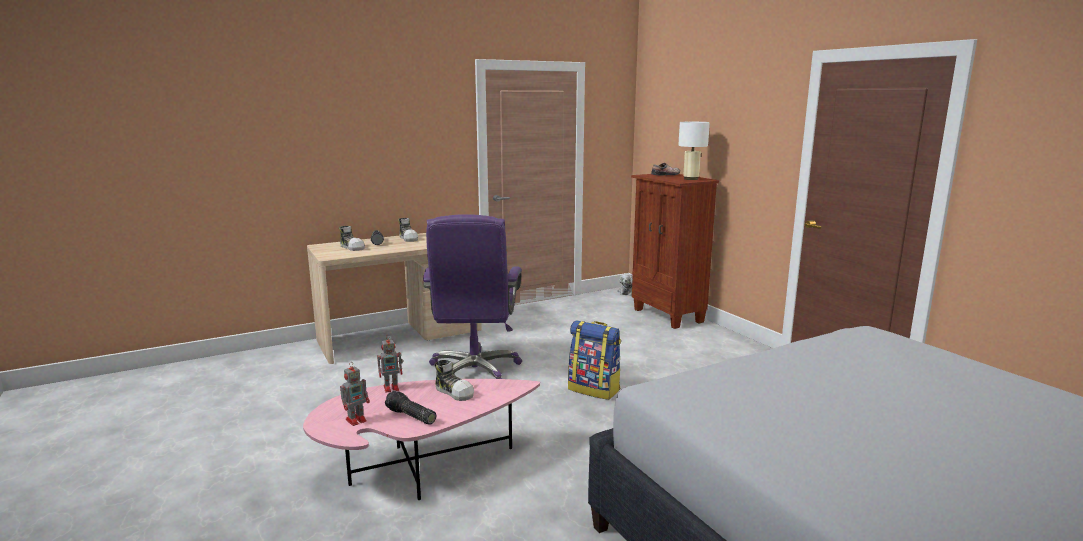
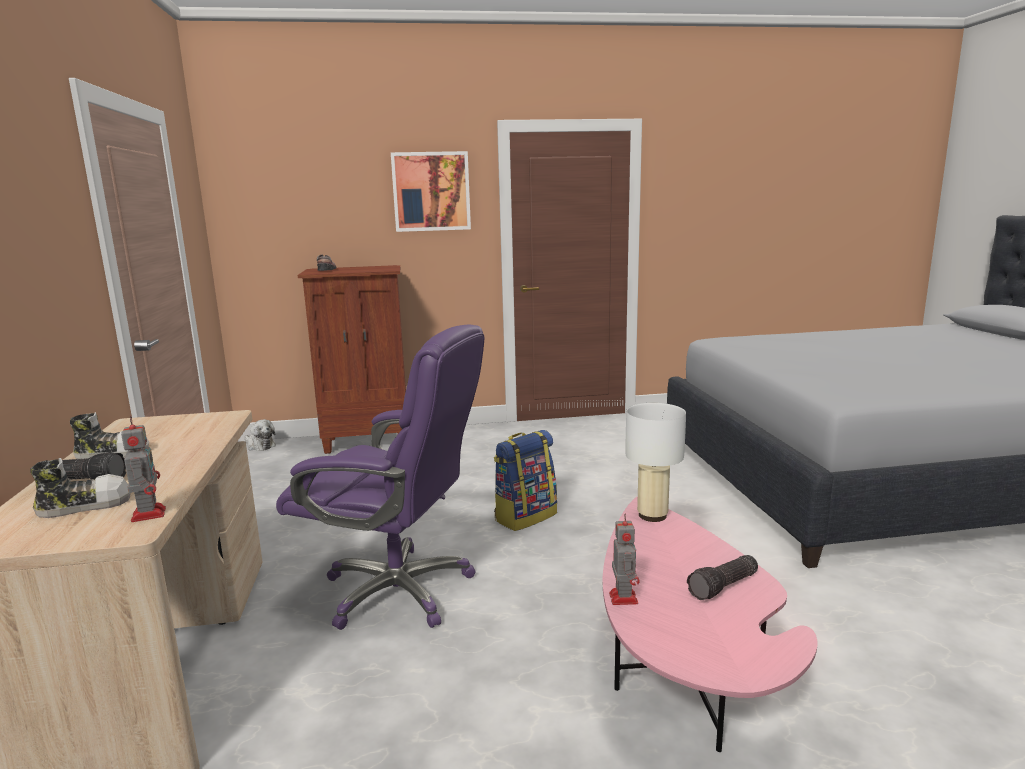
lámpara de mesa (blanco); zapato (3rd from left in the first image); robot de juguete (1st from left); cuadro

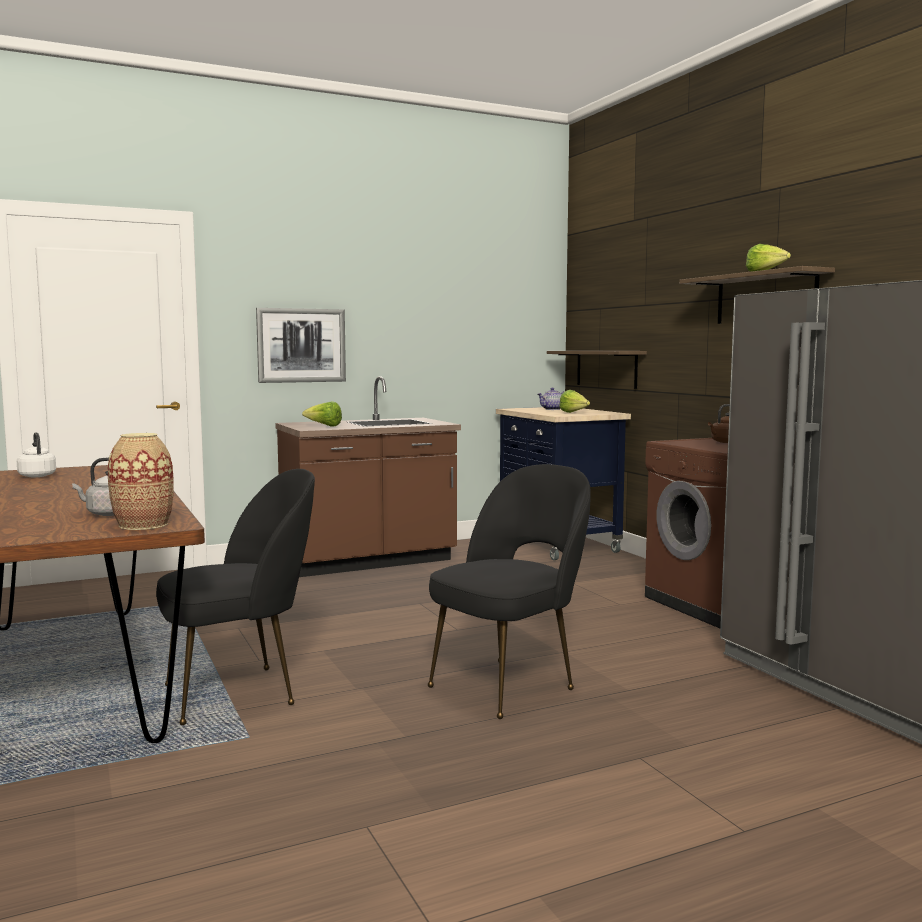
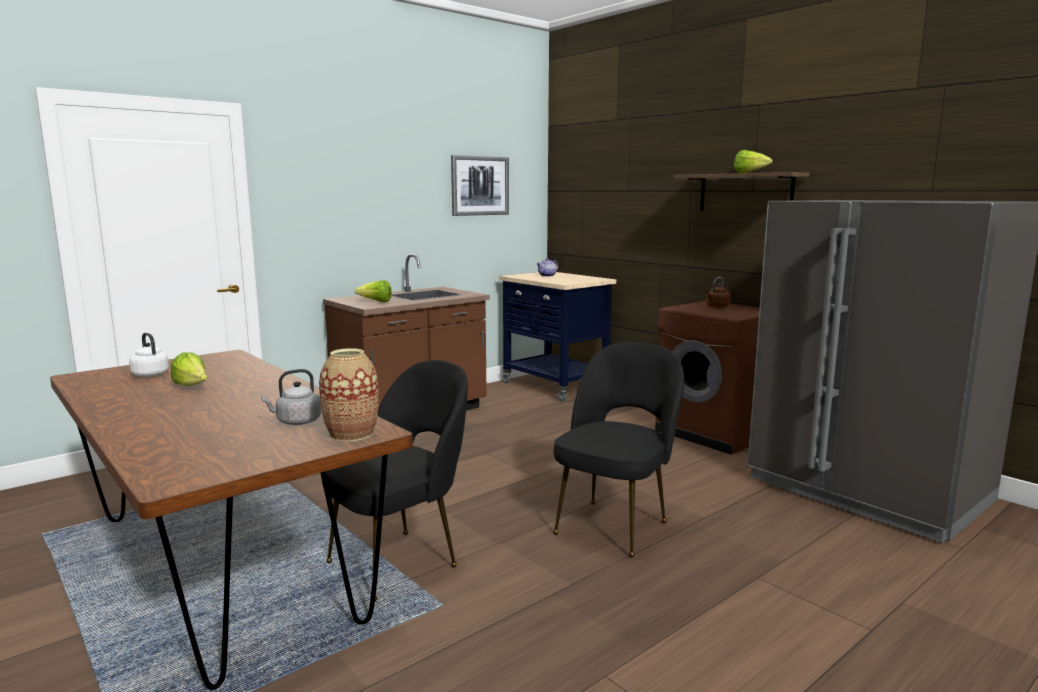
cuadro; estante (1st from left in the first image); lechuga (1st from left)

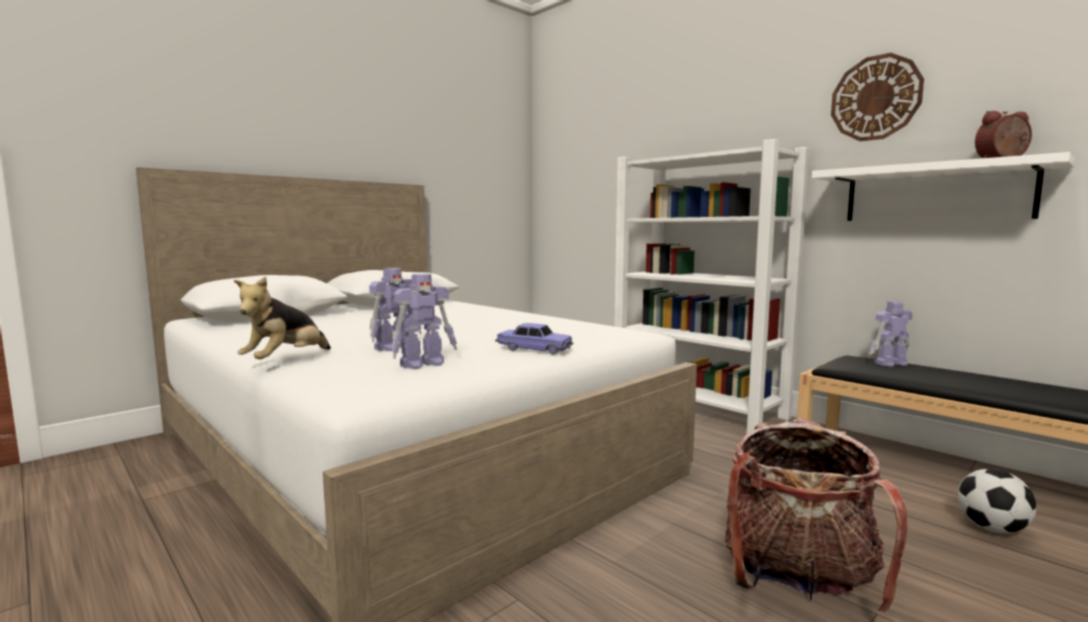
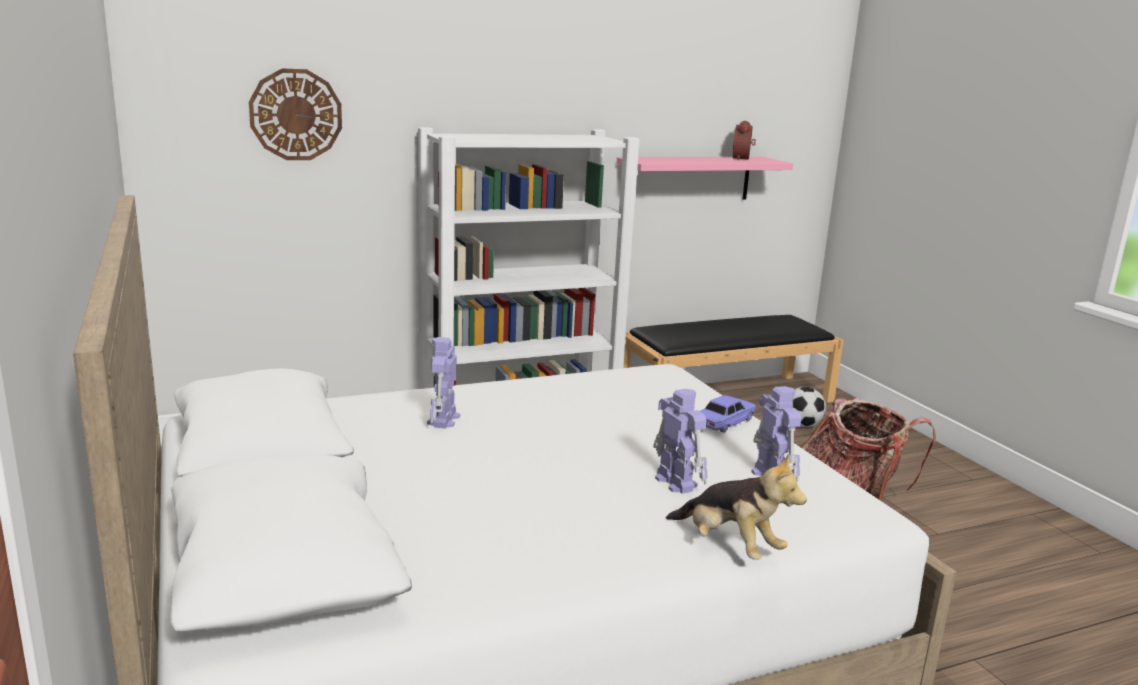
reloj de pared; estante (rosa); robot de juguete (1st from left)

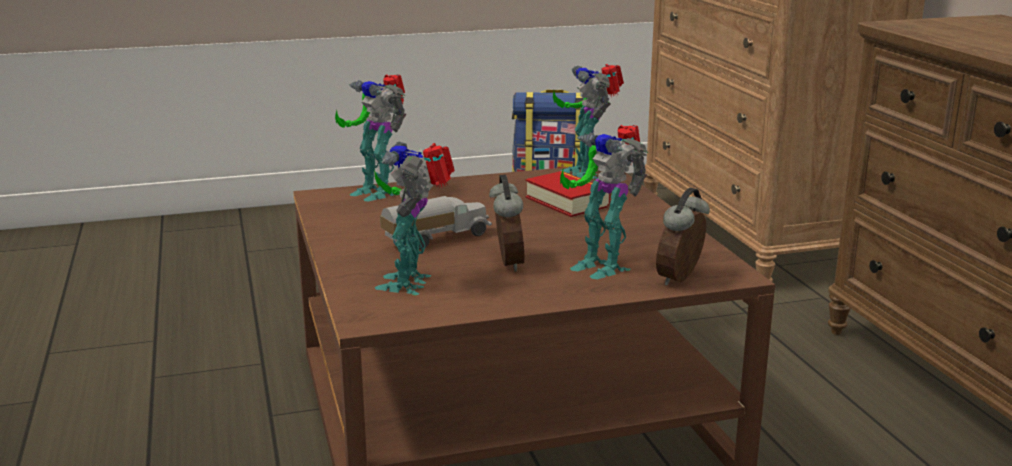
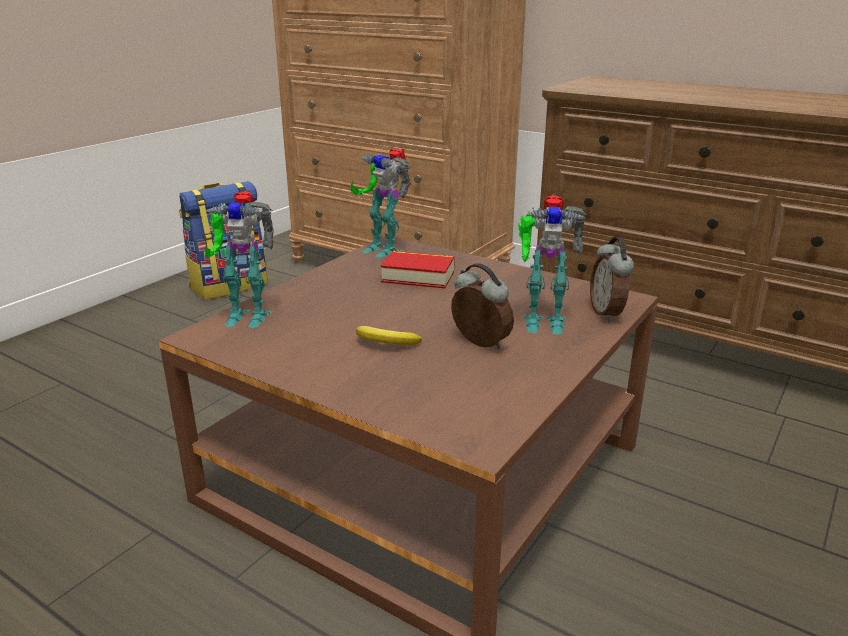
robot de juguete (2nd from left in the first image); plátano

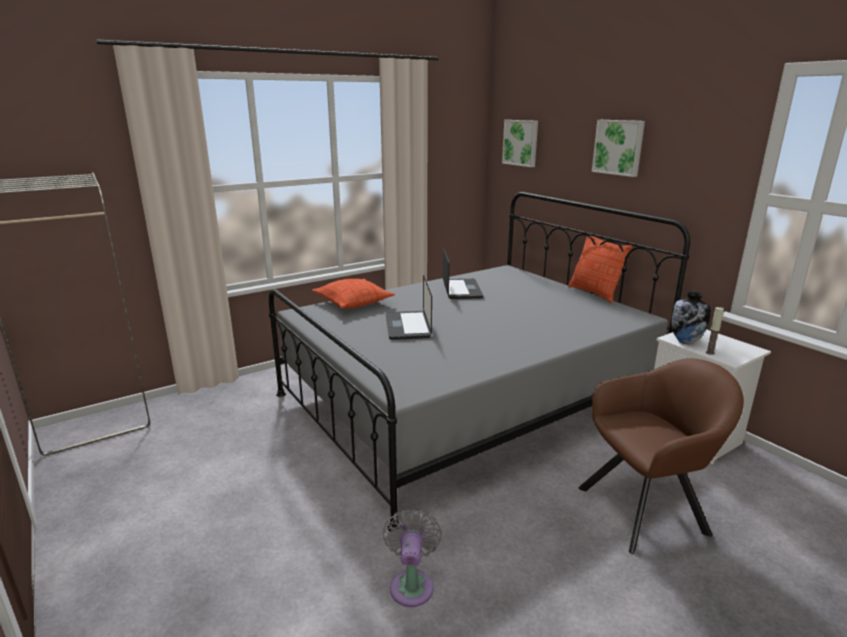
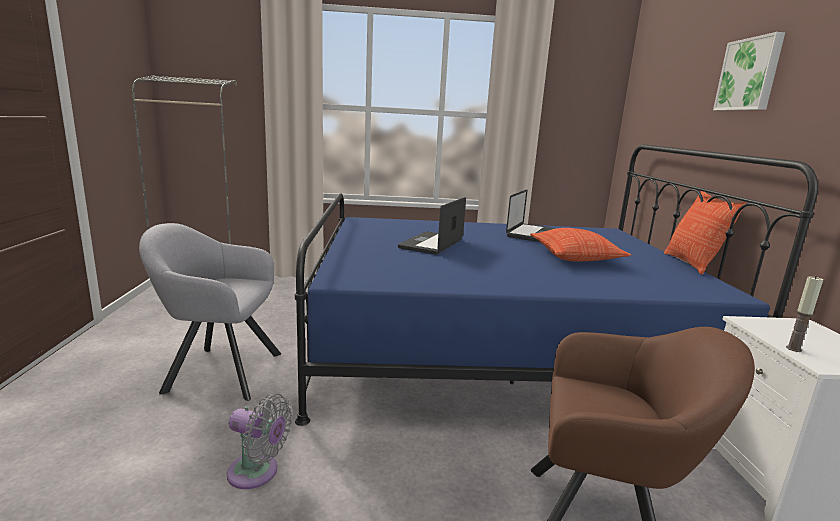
cuadro (1st from left in the first image); cama (azul); cojín (naranja) (1st from left); florero; ventilador (gris); sillón (gris)

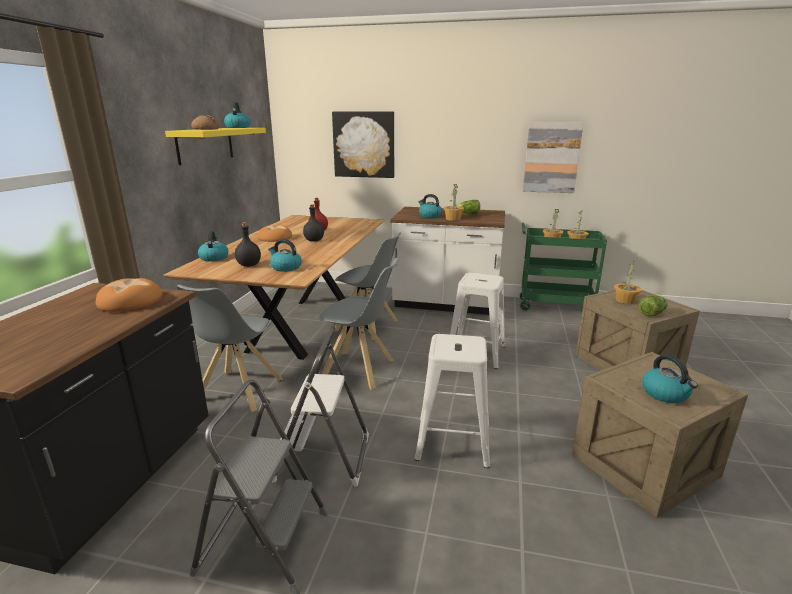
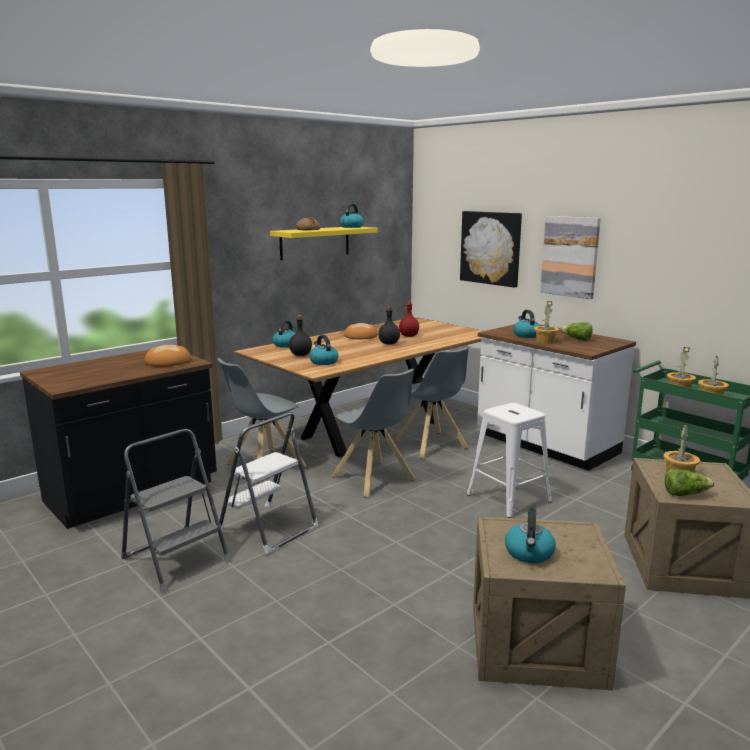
cuadro (2nd from left); taburete (blanco) (1st from left in the first image)

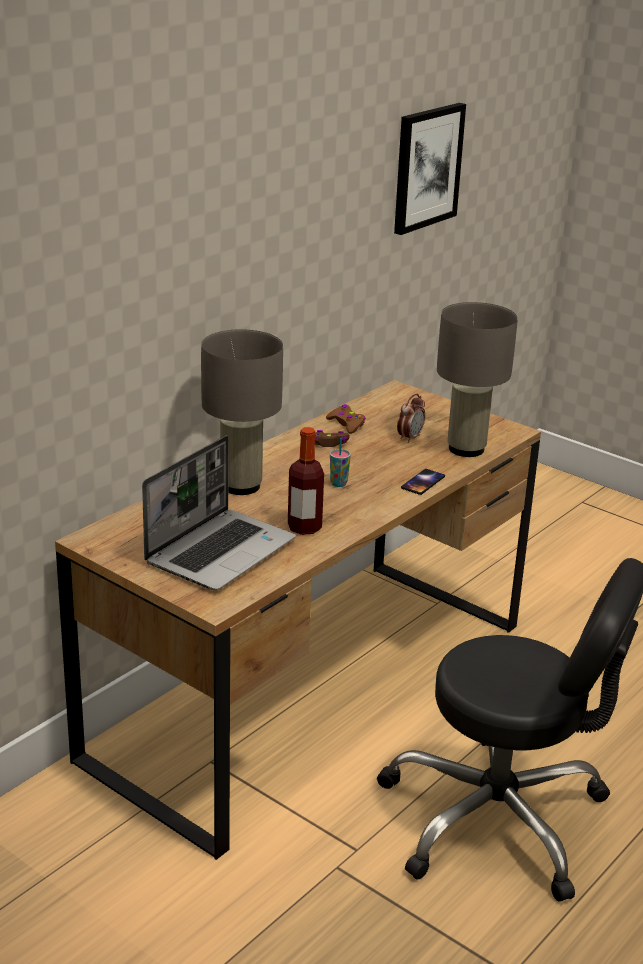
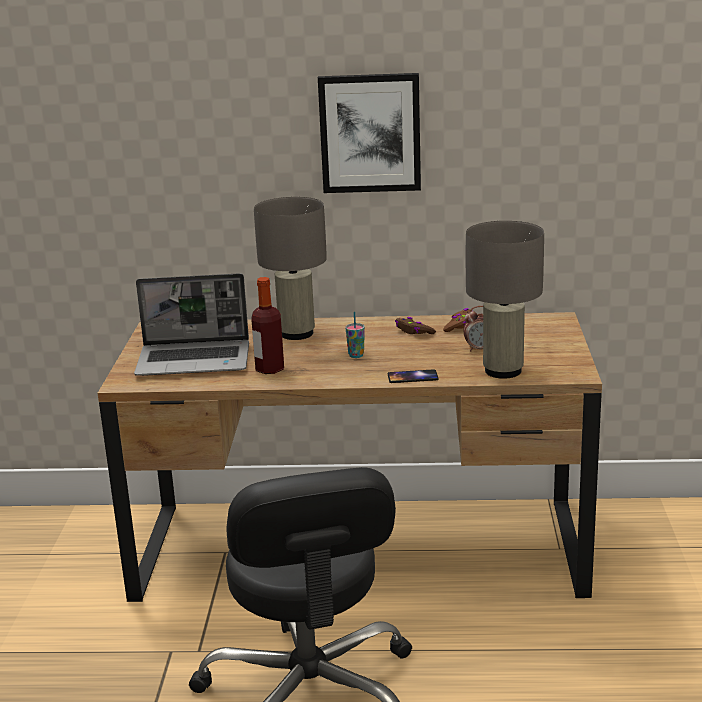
cuadro

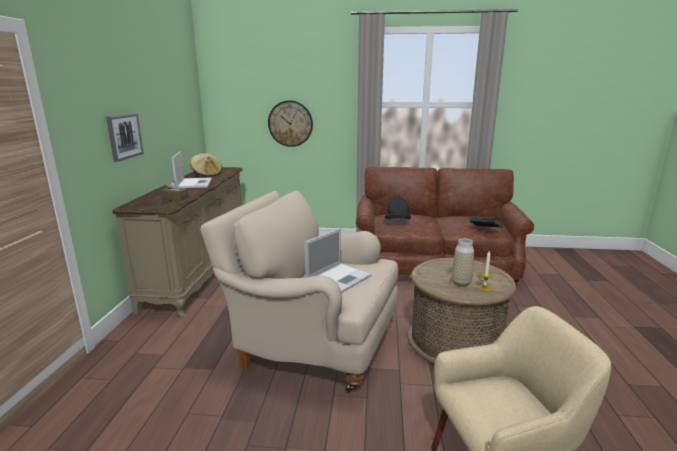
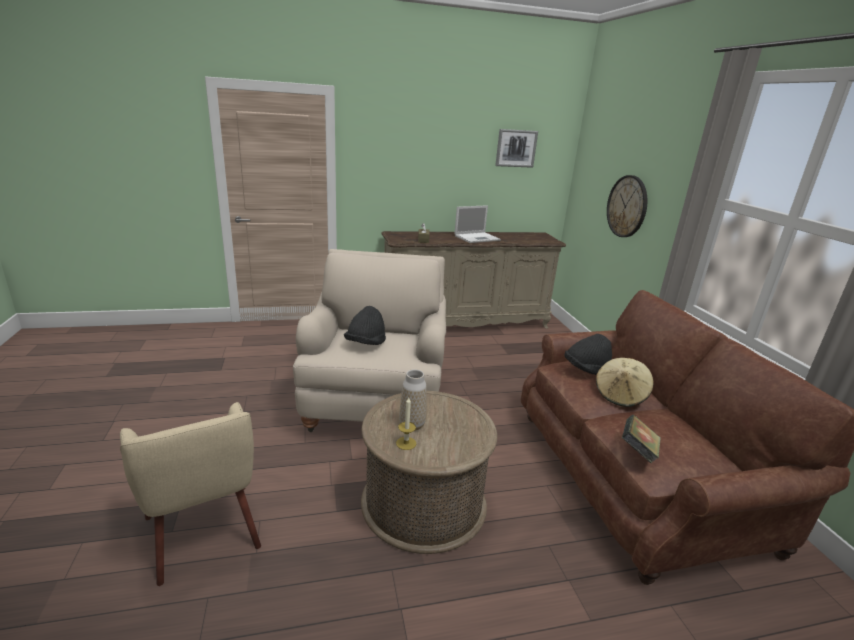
cuadro; sombrero (beis); sombrero (negro) (1st from left)

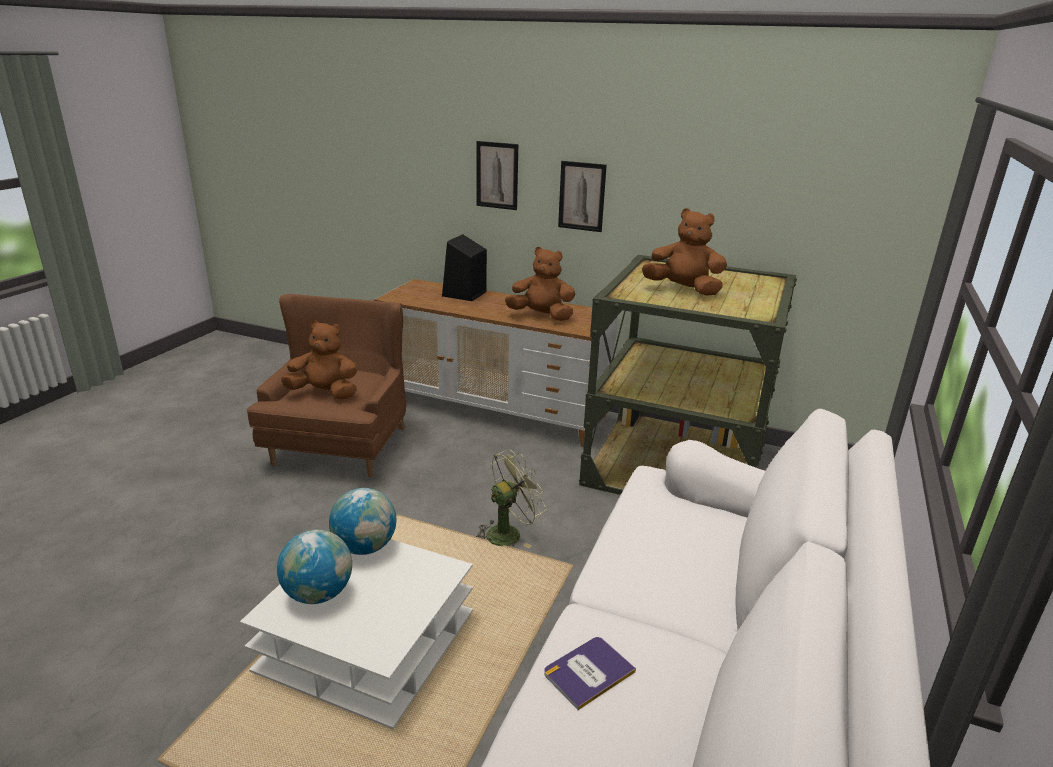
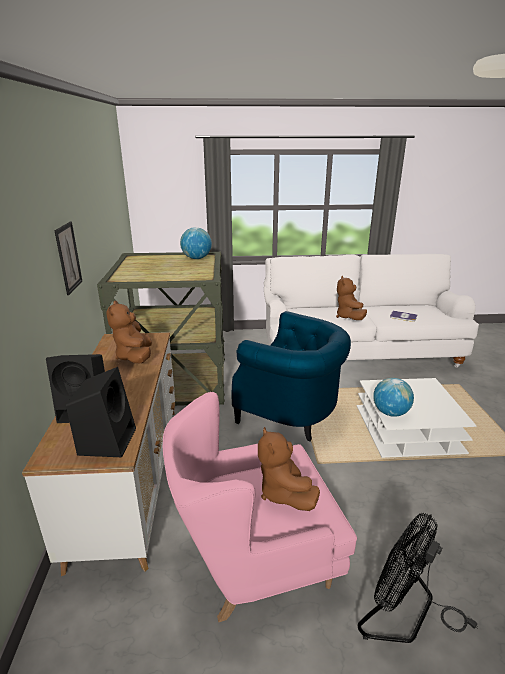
cuadro (1st from left in the first image); peluche (marrón) (3rd from left); sillón (rosa); sillón (azul); globo terráqueo (1st from left); altavoz (negro) (2nd from left); ventilador (negro)

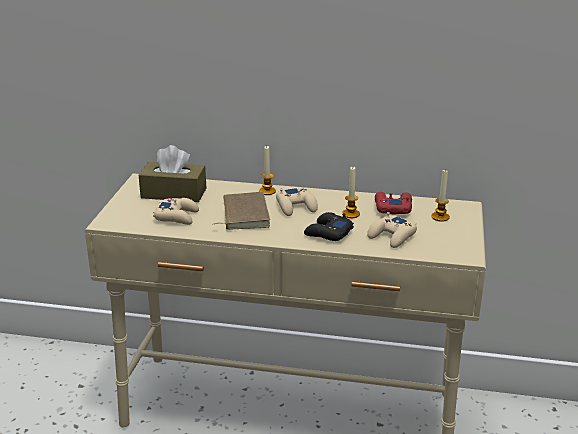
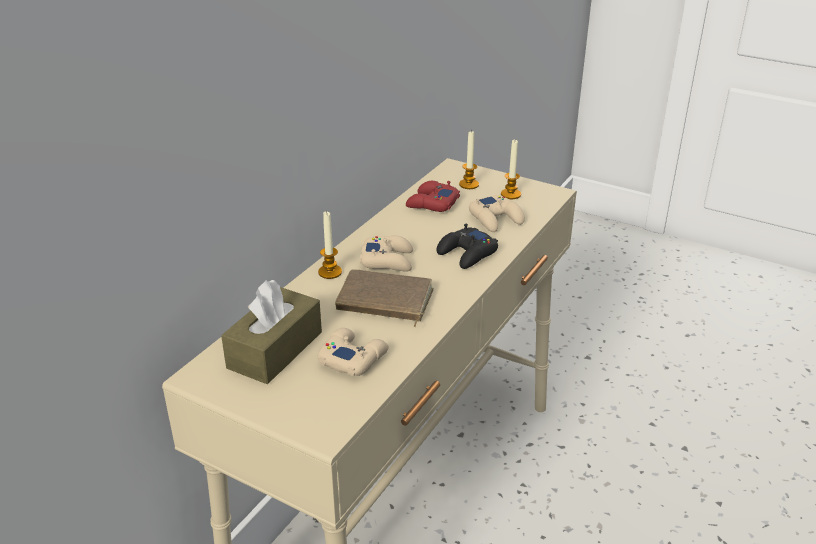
vela (3rd from left)

